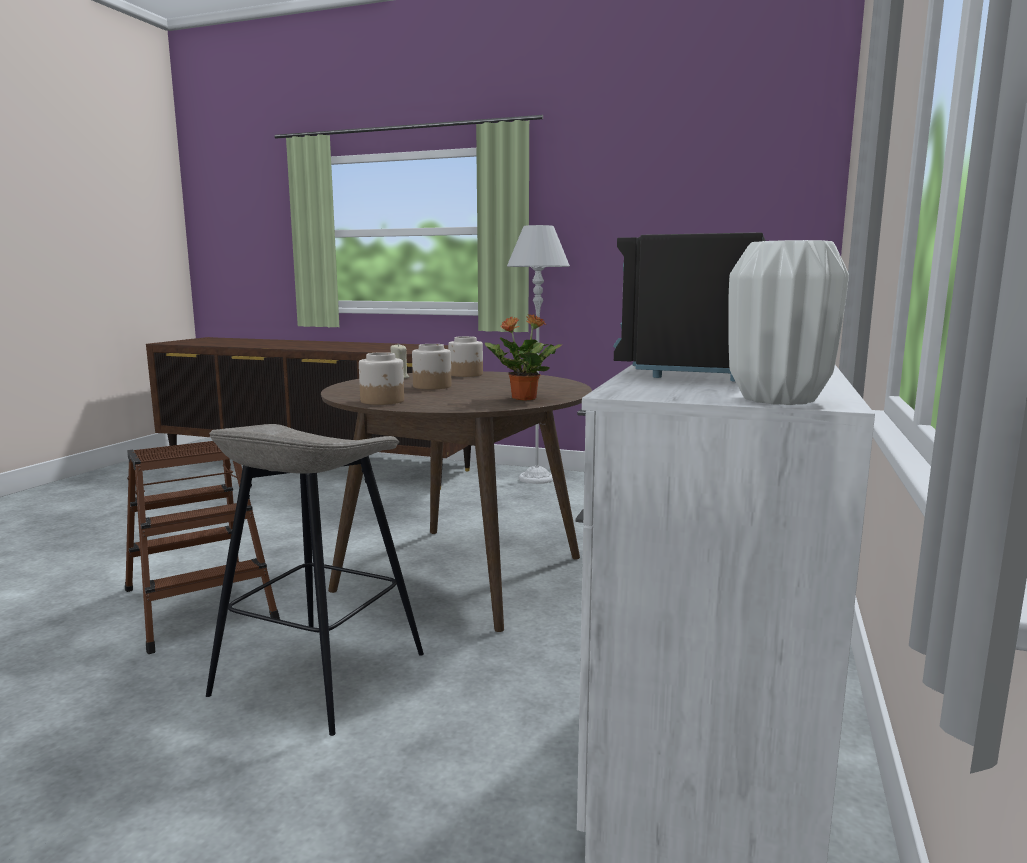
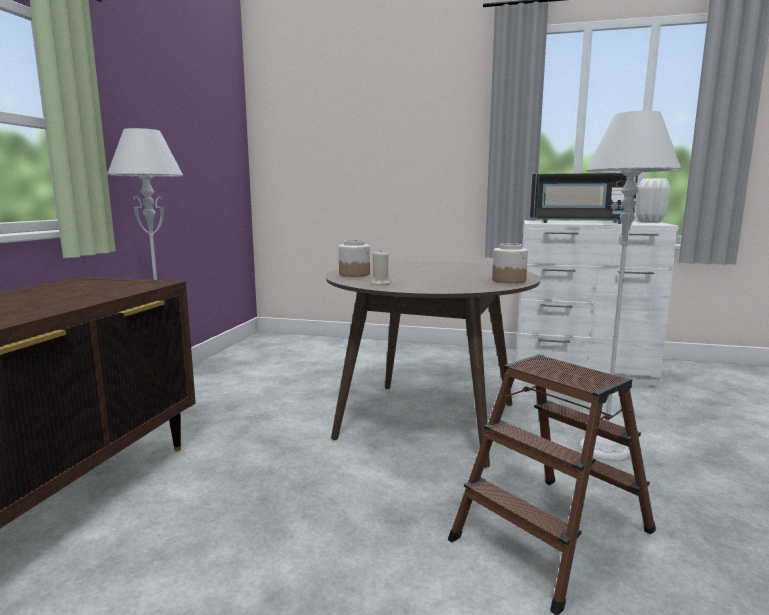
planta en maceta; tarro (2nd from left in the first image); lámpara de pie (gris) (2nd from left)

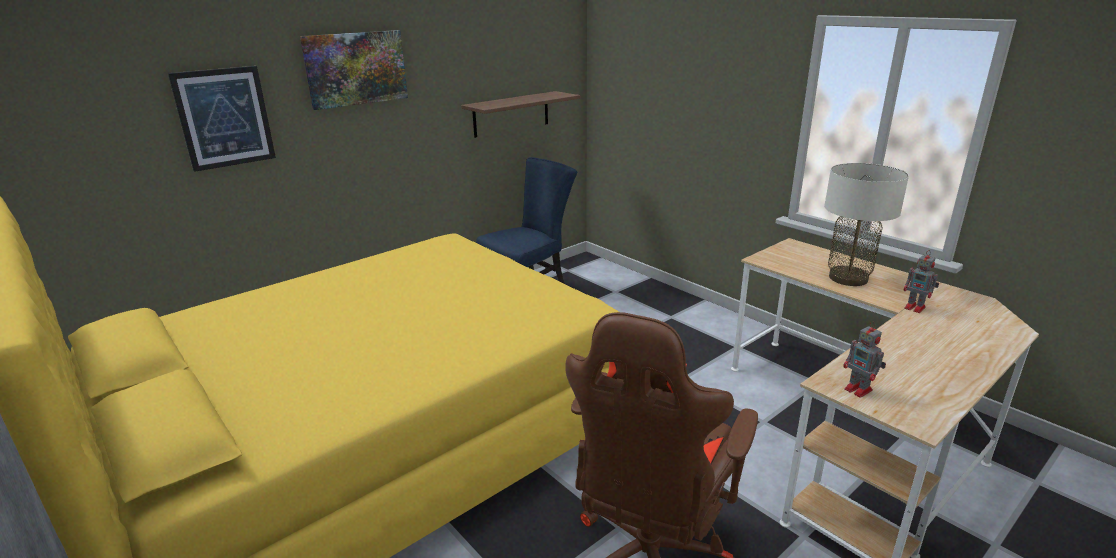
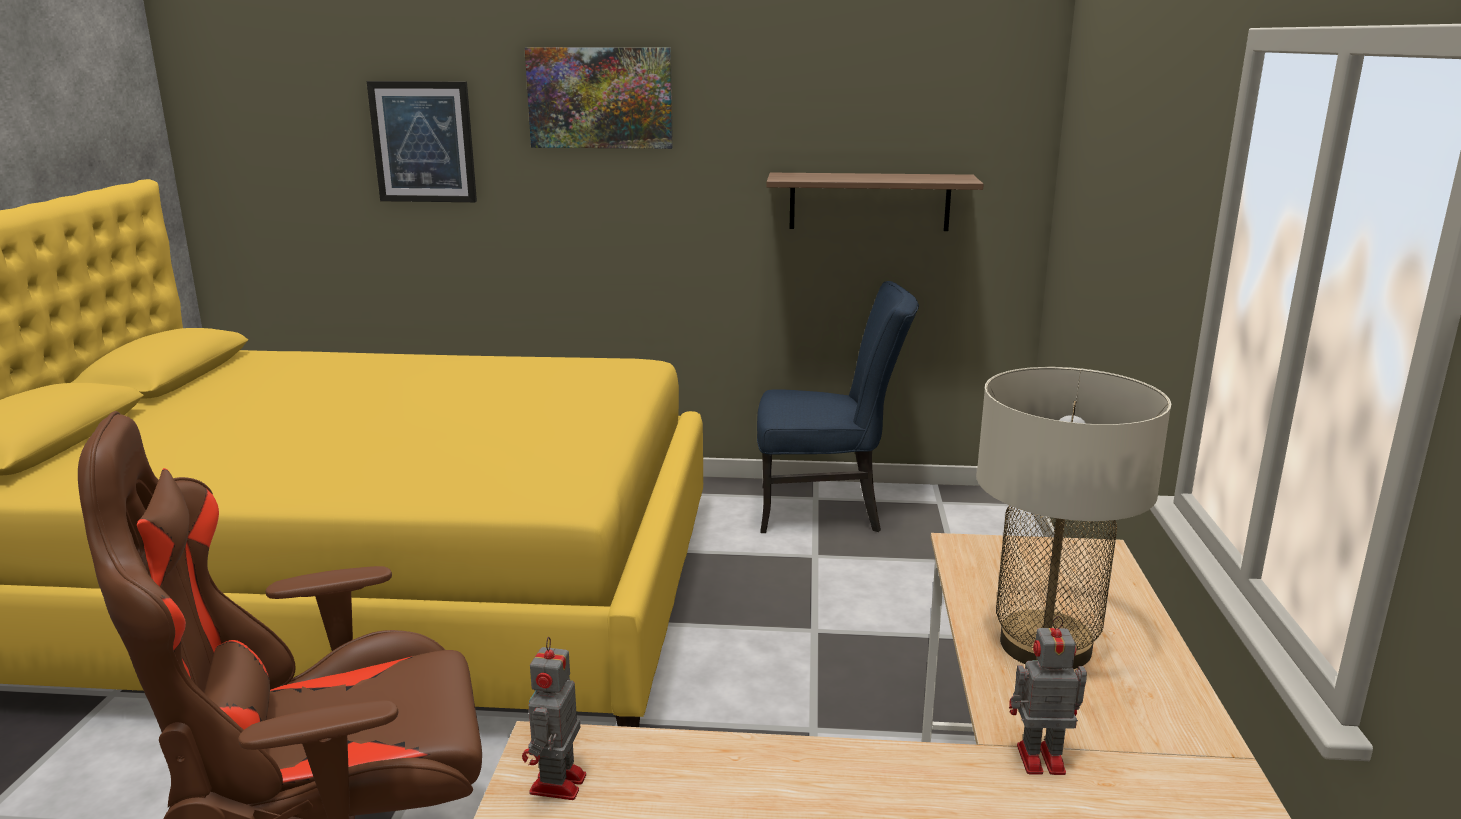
robot de juguete (2nd from left)

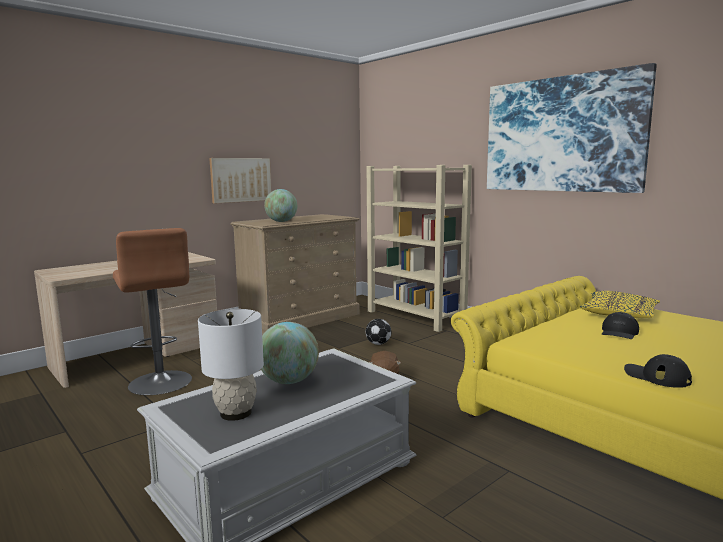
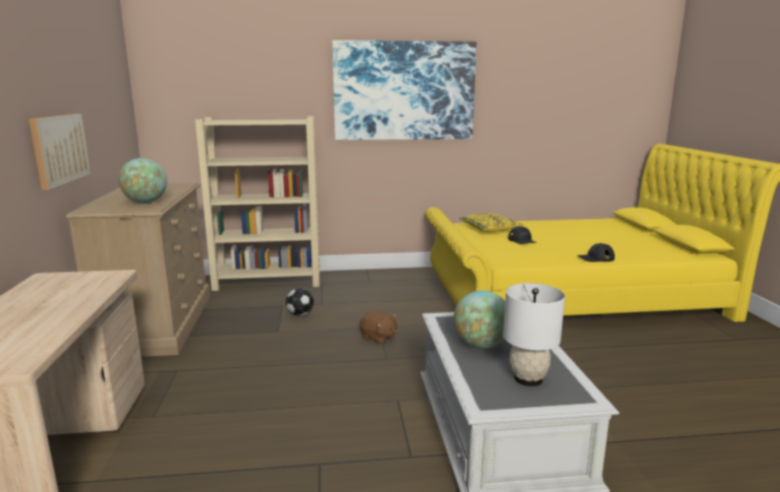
taburete (marrón)

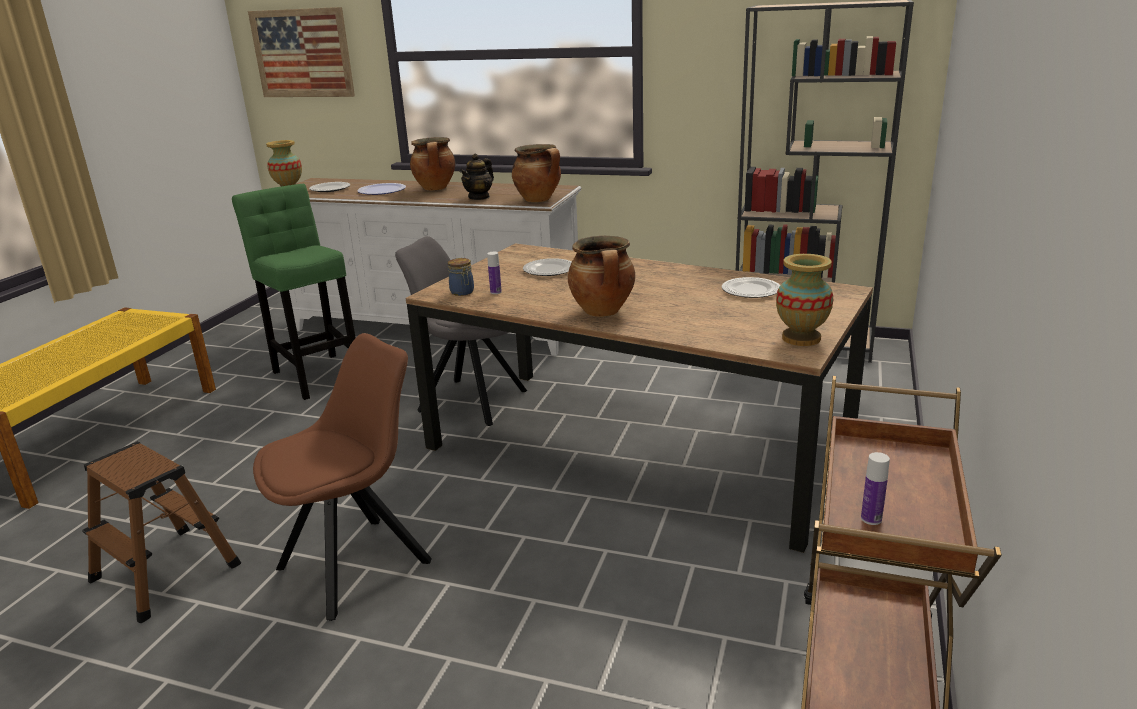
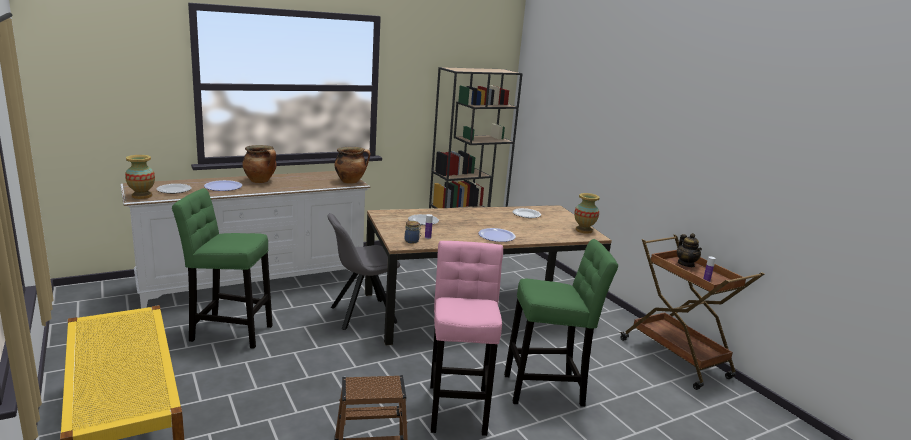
cuadro; tetera; plato (4th from left); taburete (rosa); taburete (verde) (2nd from left)

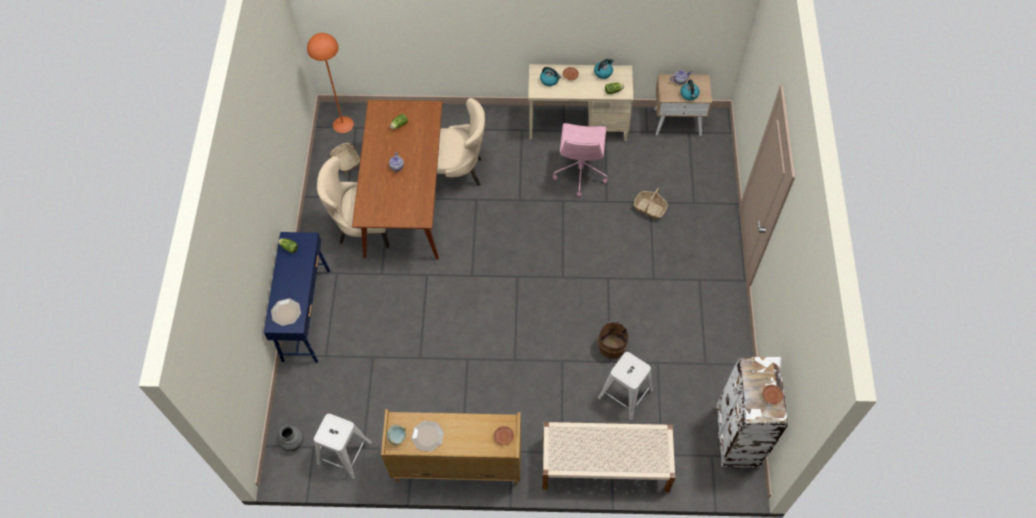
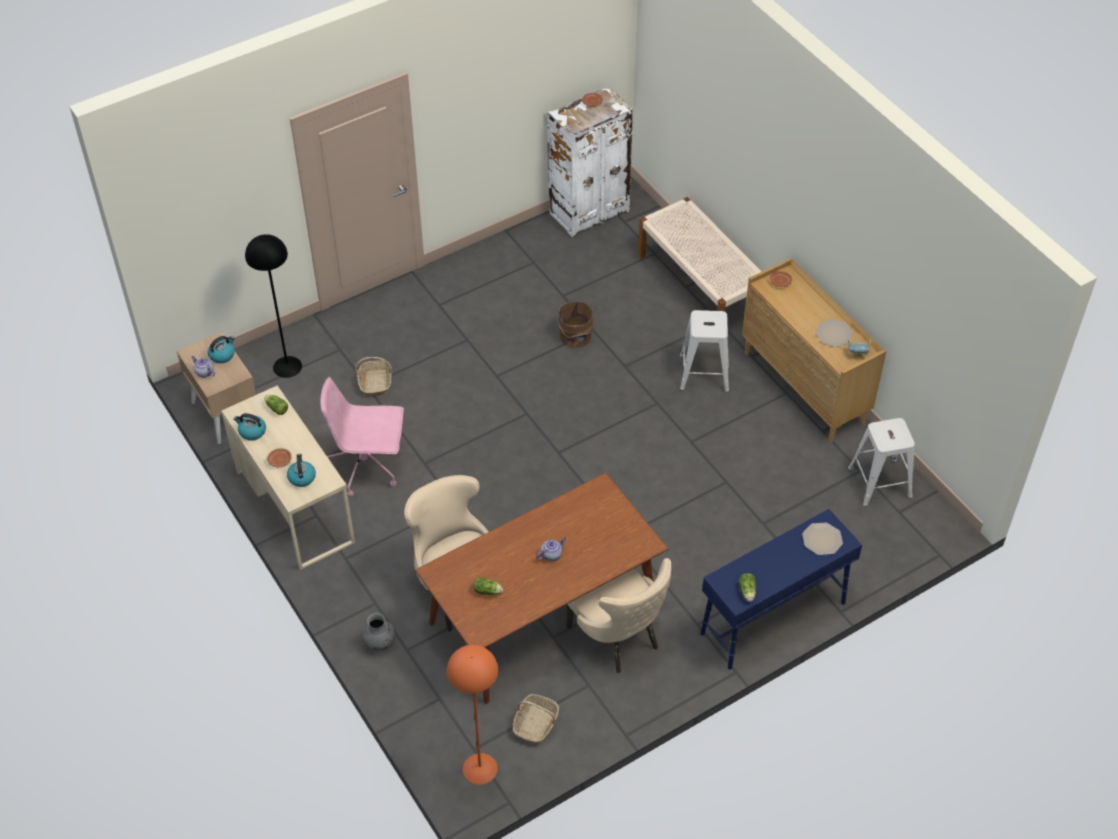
silla de oficina (rosa); taburete (blanco) (1st from left); florero (gris); lámpara de pie (negro)

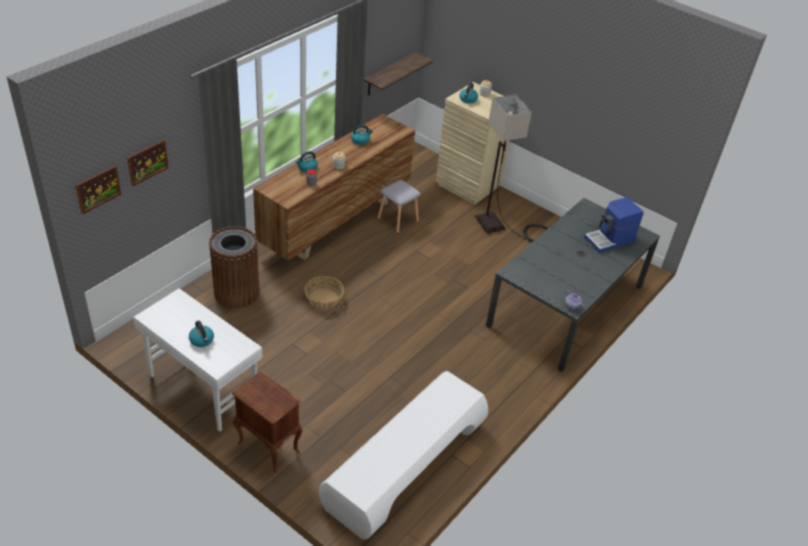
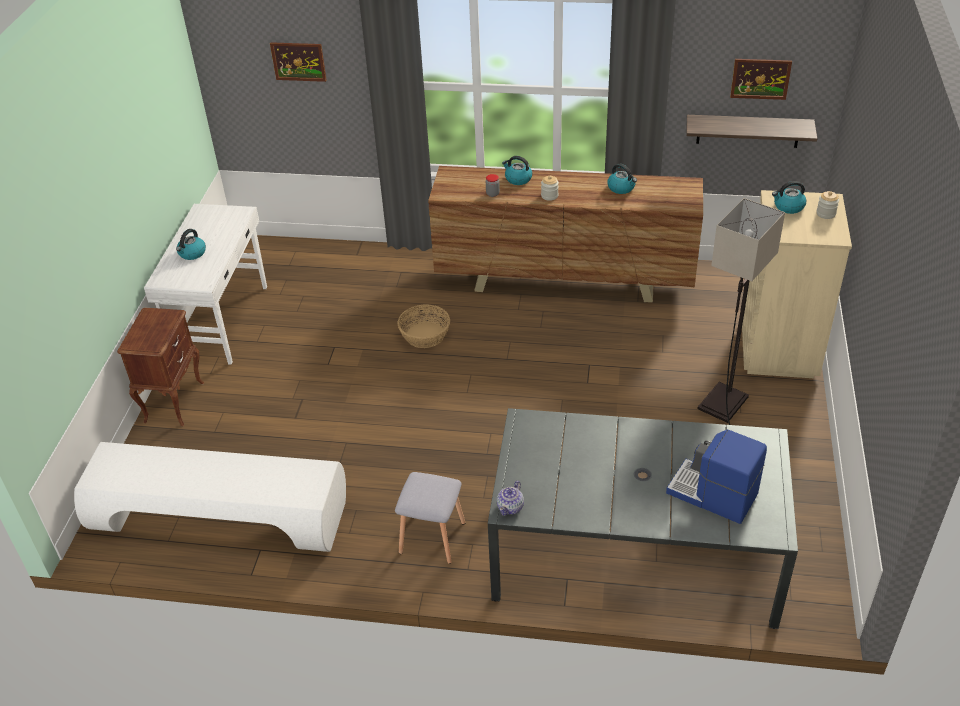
cuadro (2nd from left); taburete (gris); papelera (marrón)

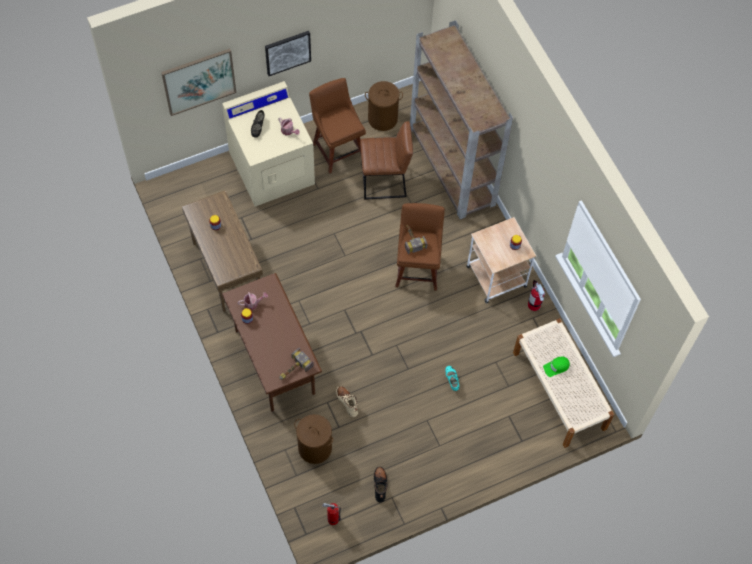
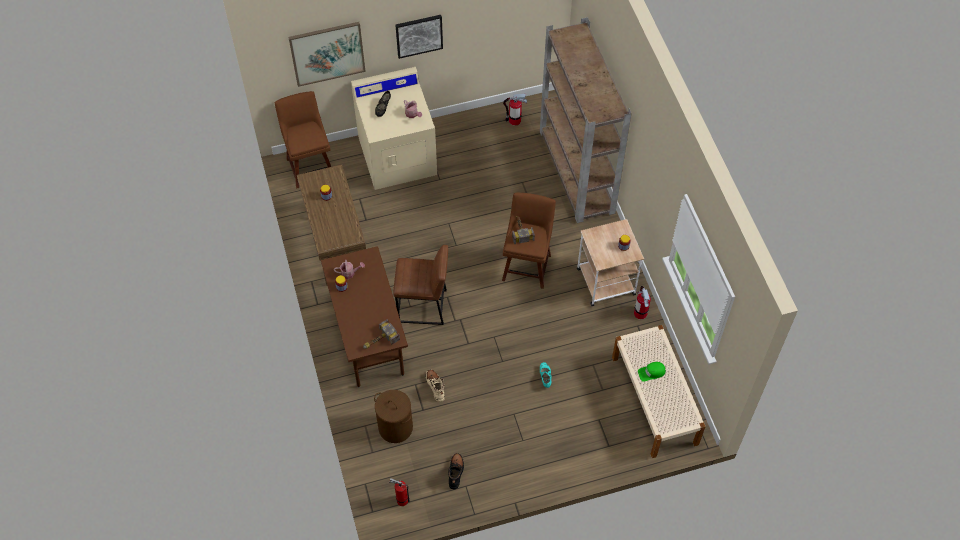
taburete (marrón) (1st from left); extintor (2nd from left); silla (marrón)

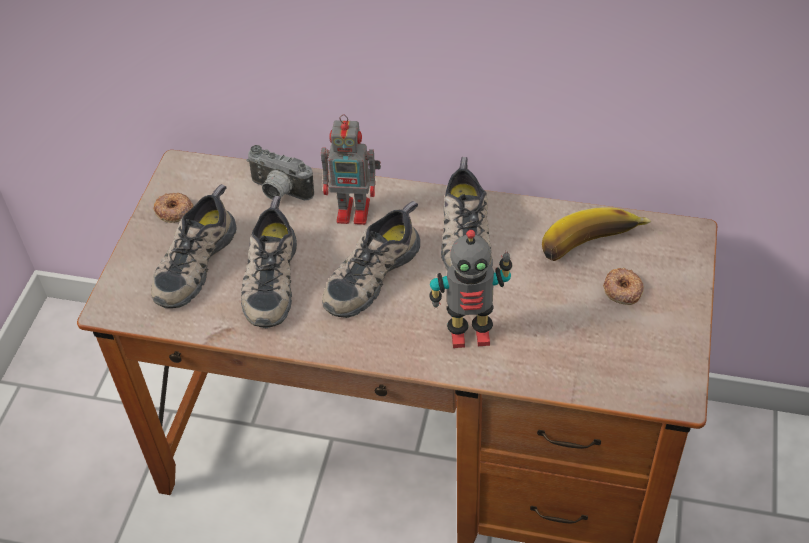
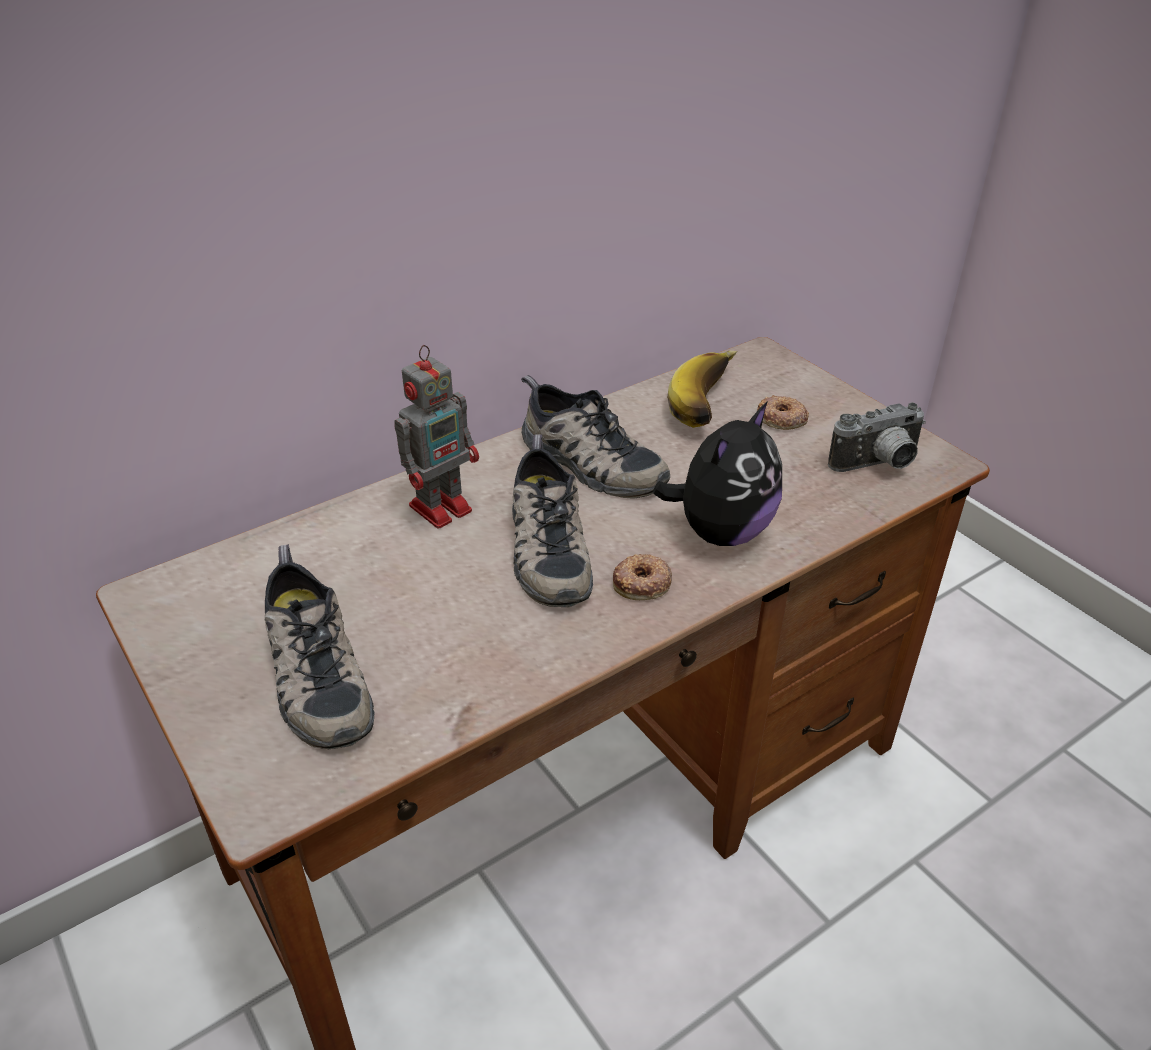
cámara; rosquilla (1st from left); zapato (2nd from left in the first image); peluche

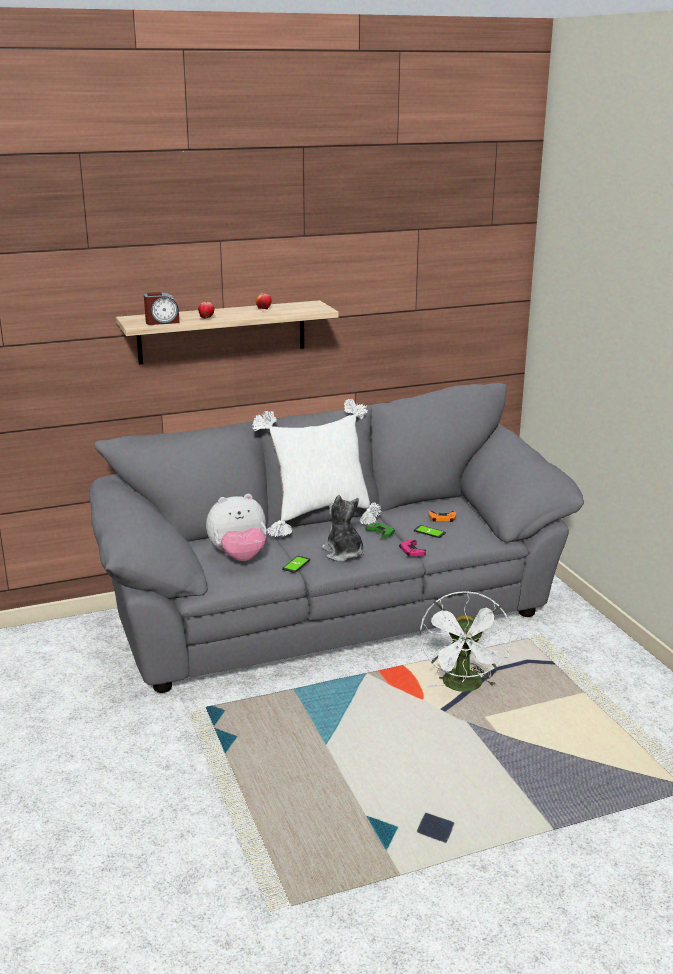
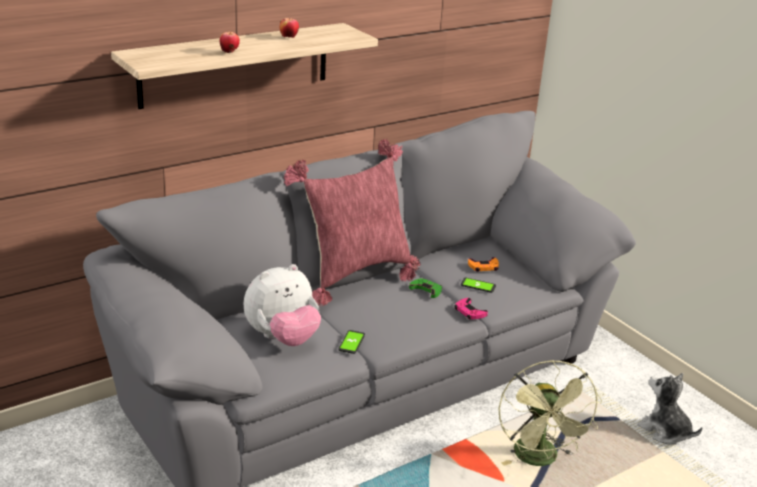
despertador; cojín (rojo); peluche (2nd from left); ventilador (verde)

